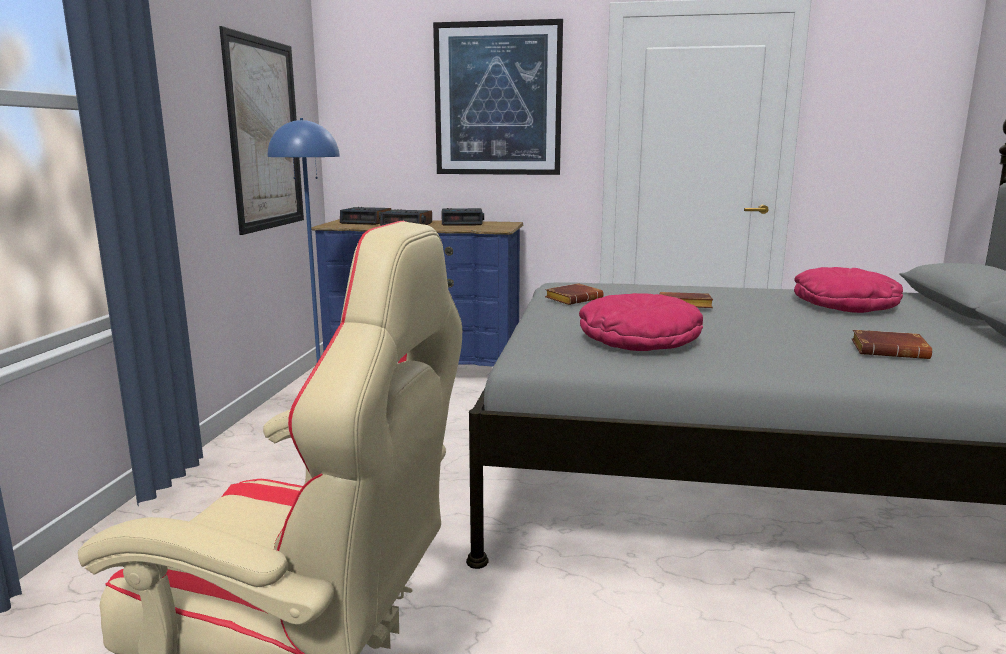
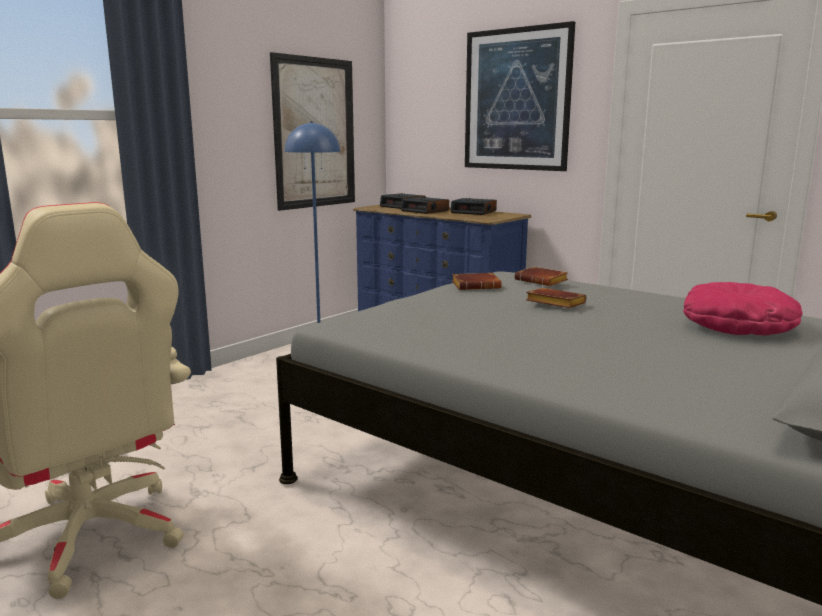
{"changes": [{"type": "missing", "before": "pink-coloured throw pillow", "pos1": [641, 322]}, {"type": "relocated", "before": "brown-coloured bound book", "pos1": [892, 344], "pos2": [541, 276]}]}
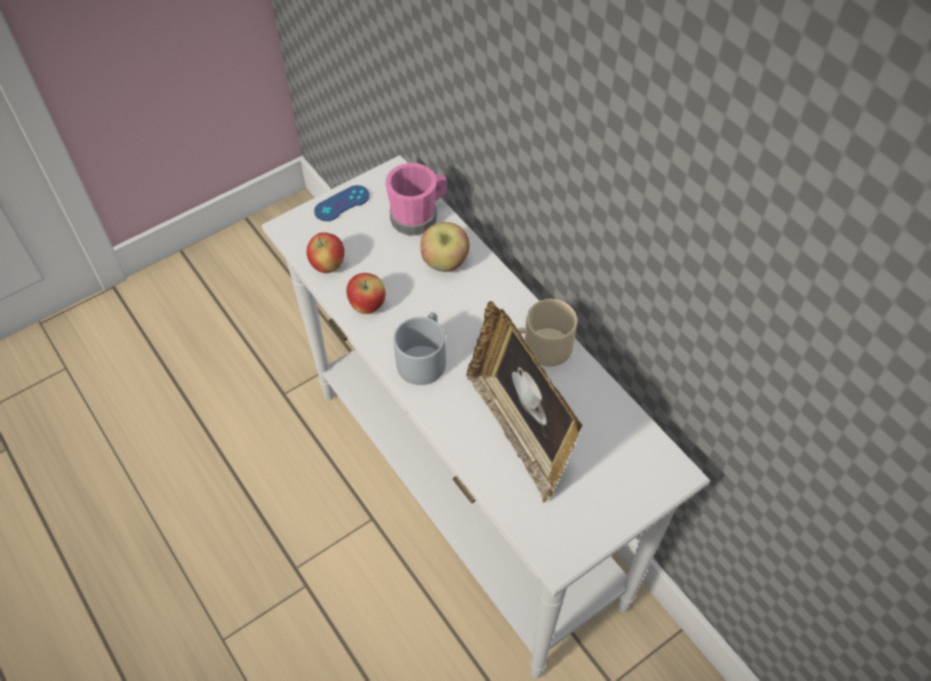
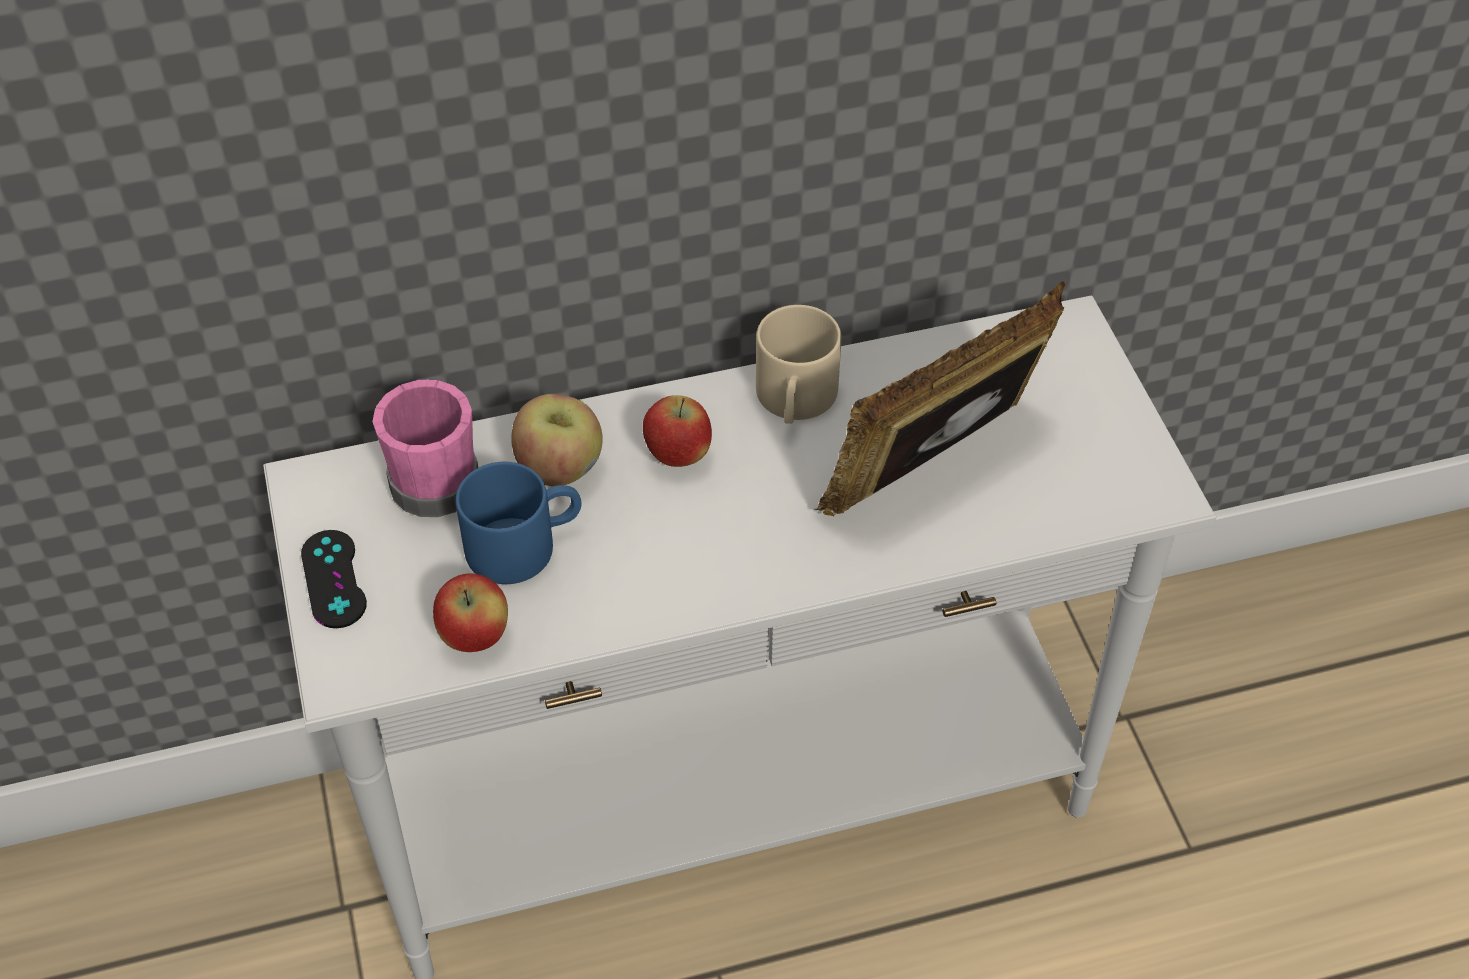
{"changes": [{"type": "colour", "before": "bluish gamepad", "after": "black gamepad", "pos1": [342, 203], "pos2": [334, 579]}, {"type": "relocated", "before": "whole apple", "pos1": [366, 293], "pos2": [677, 431]}, {"type": "missing", "before": "grey coffee mug", "pos1": [420, 348]}, {"type": "spun", "before": "picture frame", "pos1": [524, 402], "pos2": [940, 399], "turn": 150}, {"type": "appeared", "after": "bluish coffee mug", "pos2": [518, 523]}]}
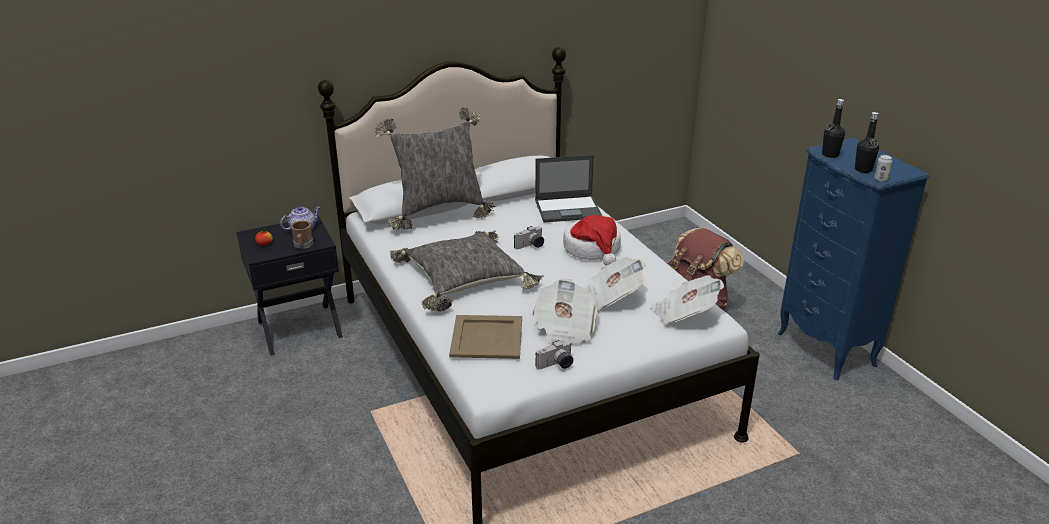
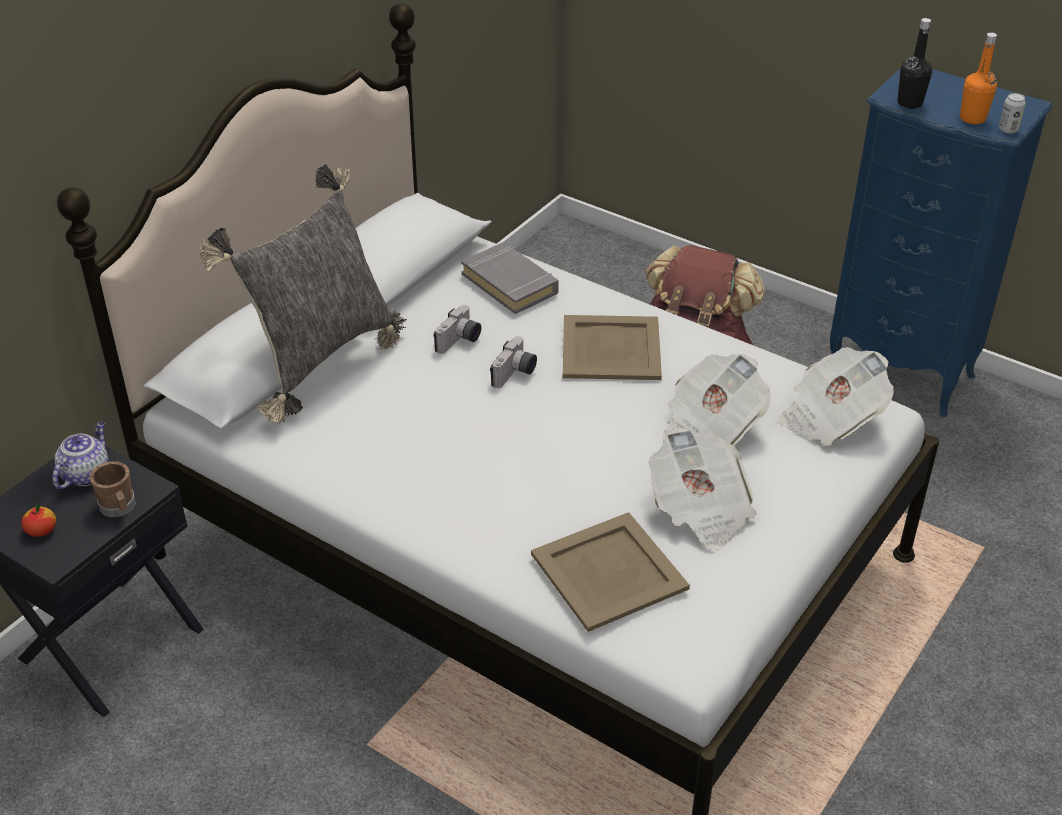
{"changes": [{"type": "missing", "before": "throw pillow", "pos1": [466, 271]}, {"type": "exchanged", "before": "portable computer", "after": "grey bound book", "pos1": [568, 189], "pos2": [510, 278]}, {"type": "relocated", "before": "photo camera", "pos1": [554, 354], "pos2": [457, 329]}, {"type": "exchanged", "before": "hat", "after": "sand-coloured tray", "pos1": [592, 240], "pos2": [612, 347]}, {"type": "colour", "before": "black drink bottle", "after": "orange drink bottle", "pos1": [867, 142], "pos2": [978, 78]}]}
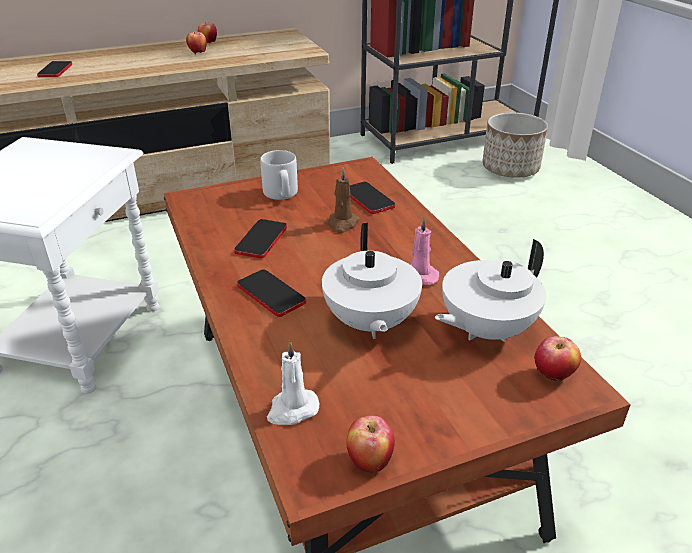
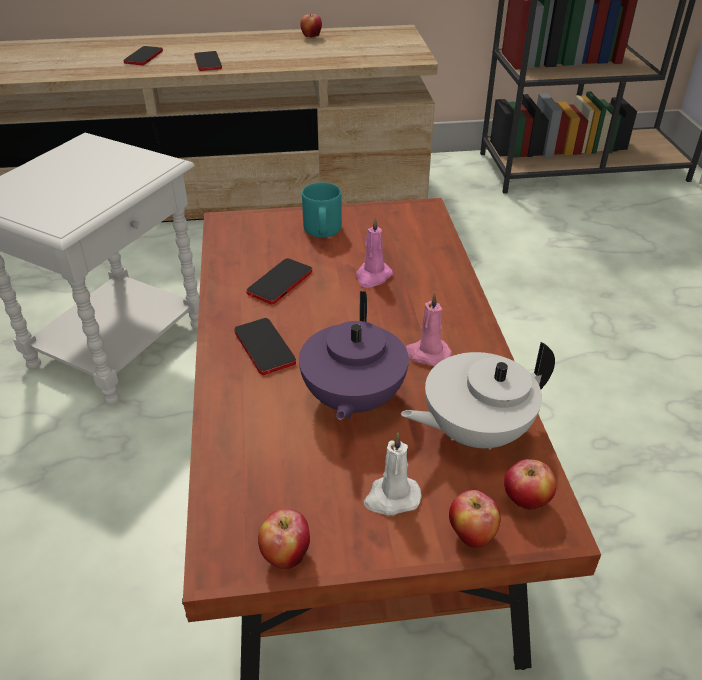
{"changes": [{"type": "relocated", "before": "whole apple", "pos1": [196, 43], "pos2": [475, 519]}, {"type": "colour", "before": "grey coffee mug", "after": "blue-green coffee mug", "pos1": [279, 175], "pos2": [322, 210]}, {"type": "relocated", "before": "white wax candle", "pos1": [293, 383], "pos2": [393, 473]}, {"type": "colour", "before": "white tea pot", "after": "purple tea pot", "pos1": [372, 281], "pos2": [354, 355]}, {"type": "colour", "before": "brown-coloured wax candle", "after": "pink-coloured wax candle", "pos1": [344, 200], "pos2": [374, 252]}, {"type": "relocated", "before": "telephone", "pos1": [372, 198], "pos2": [208, 61]}, {"type": "missing", "before": "flower pot", "pos1": [515, 145]}]}
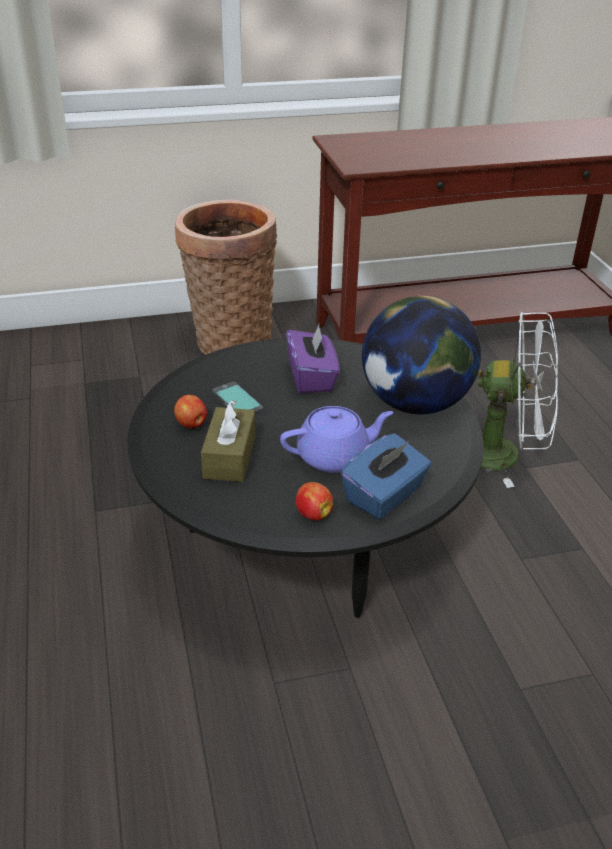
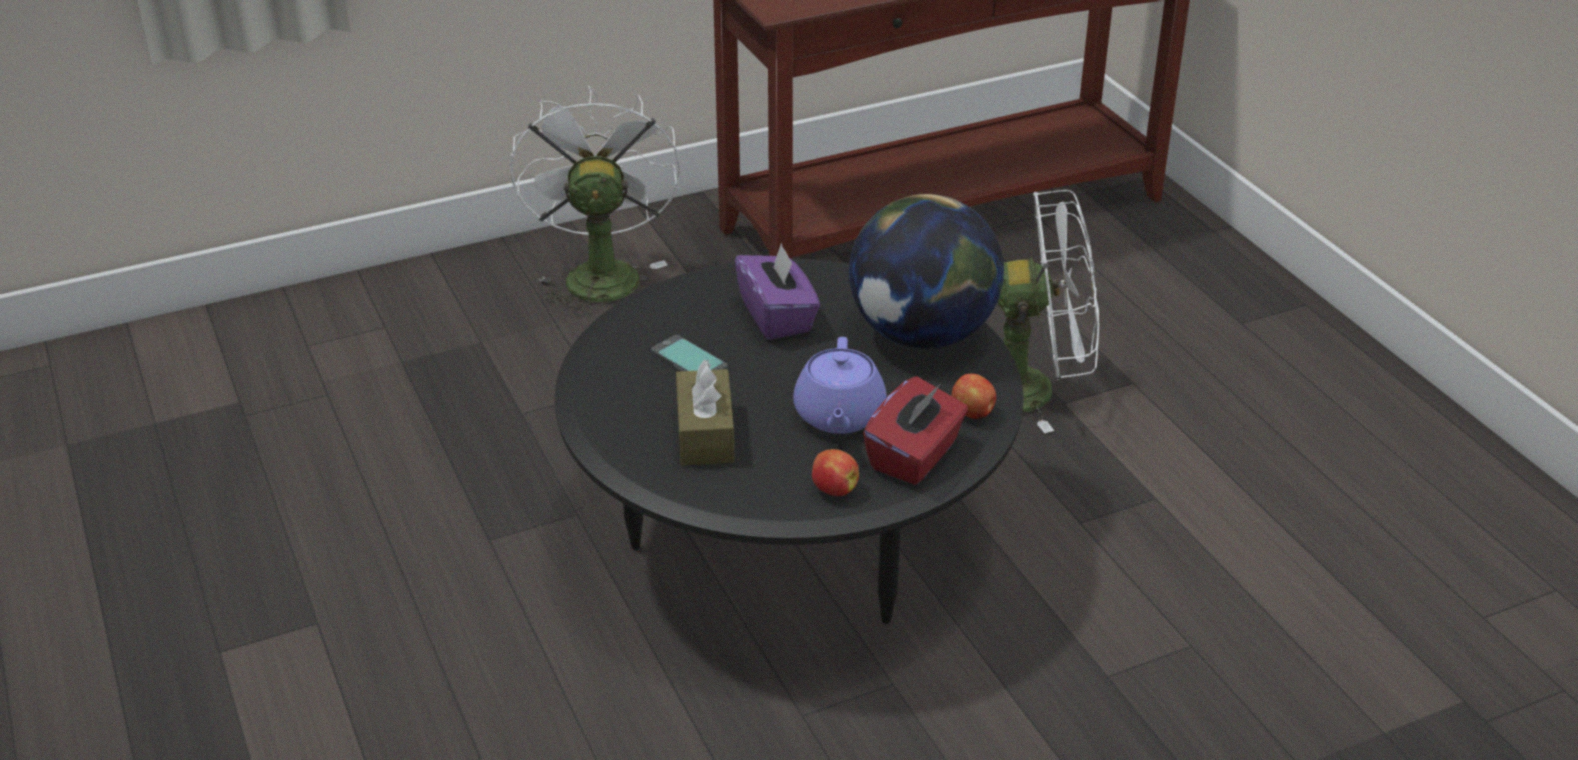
{"changes": [{"type": "relocated", "before": "whole apple", "pos1": [190, 412], "pos2": [973, 396]}, {"type": "exchanged", "before": "household basket", "after": "white fan", "pos1": [226, 277], "pos2": [595, 200]}, {"type": "spun", "before": "purple tea pot", "pos1": [337, 439], "pos2": [840, 385], "turn": 120}, {"type": "colour", "before": "bluish box of tissues", "after": "red box of tissues", "pos1": [386, 476], "pos2": [915, 430]}]}
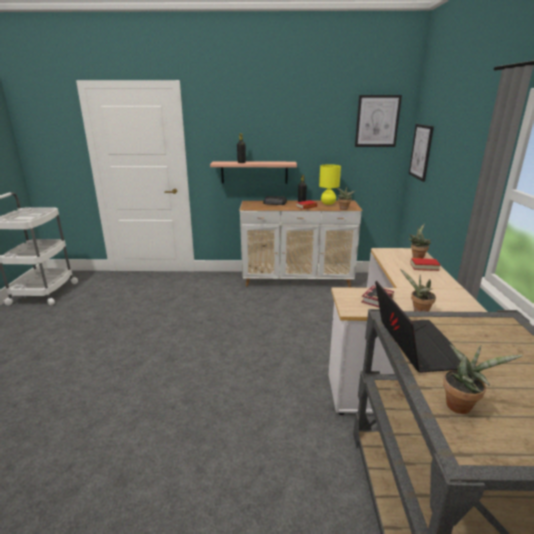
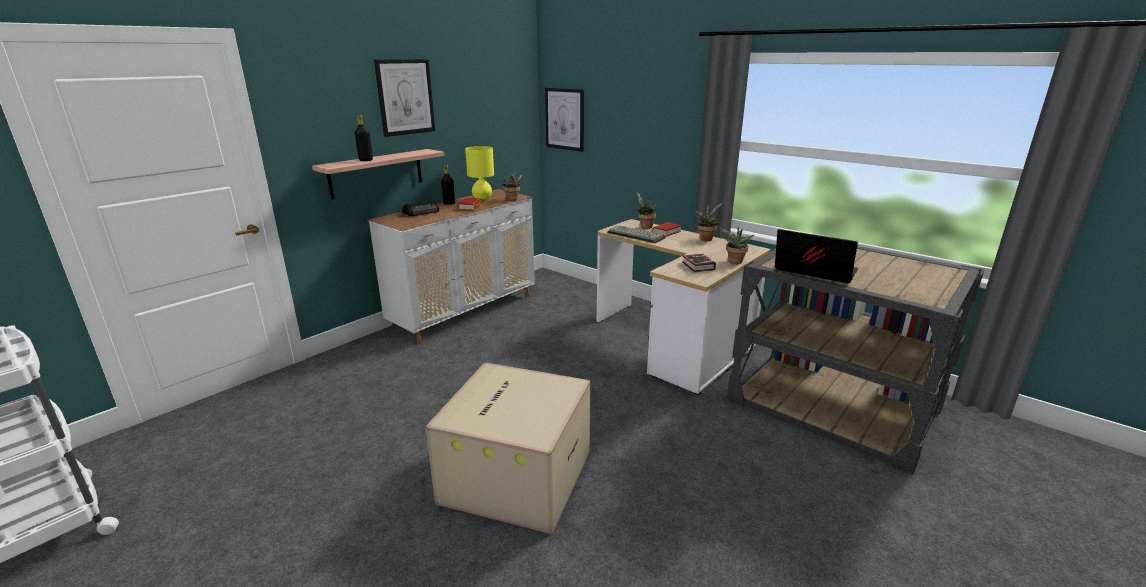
{"changes": [{"type": "relocated", "before": "picture", "pos1": [378, 121], "pos2": [404, 98]}, {"type": "relocated", "before": "houseplant", "pos1": [483, 379], "pos2": [709, 222]}, {"type": "appeared", "after": "packing box", "pos2": [508, 448]}, {"type": "appeared", "after": "computer keyboard", "pos2": [636, 234]}]}
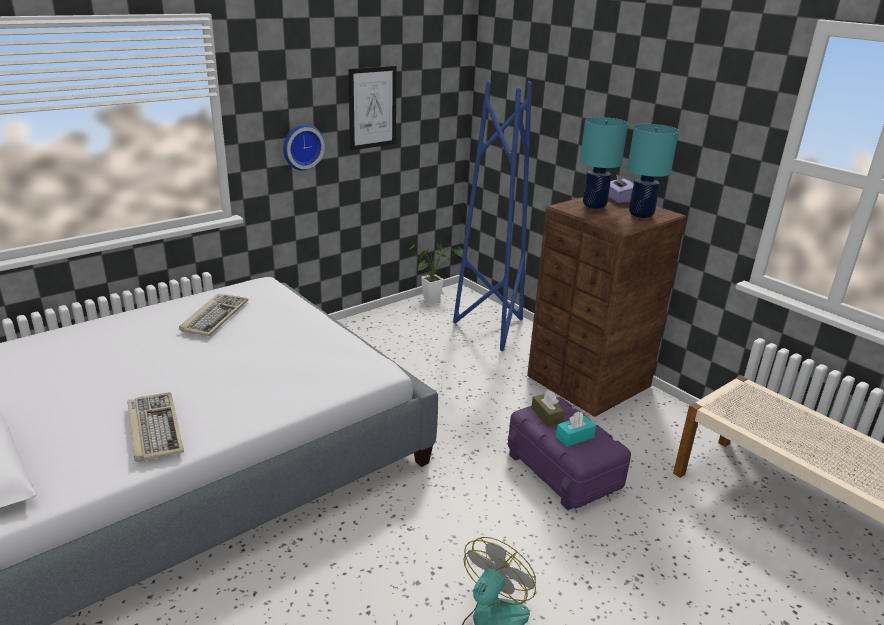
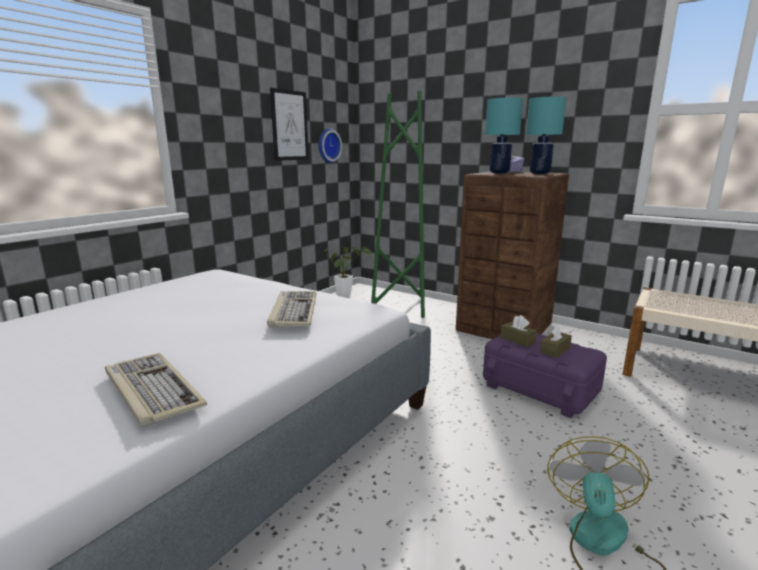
{"changes": [{"type": "relocated", "before": "computer keyboard", "pos1": [213, 315], "pos2": [292, 309]}, {"type": "relocated", "before": "hanging clock", "pos1": [304, 147], "pos2": [330, 145]}, {"type": "colour", "before": "bluish garment rack", "after": "green-coloured garment rack", "pos1": [492, 216], "pos2": [398, 204]}, {"type": "colour", "before": "blue-green box of tissues", "after": "brown-coloured box of tissues", "pos1": [576, 429], "pos2": [556, 341]}]}
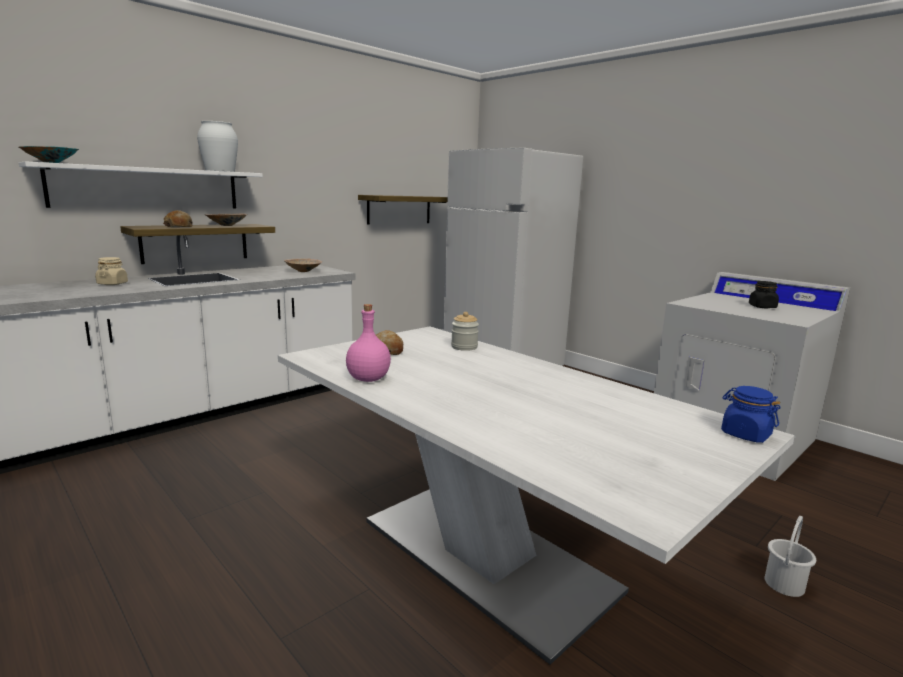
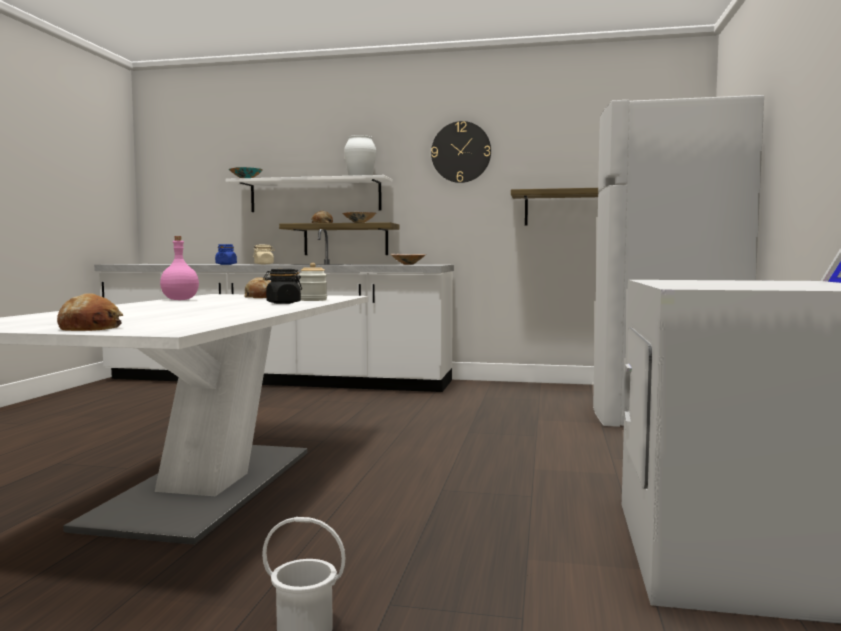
{"changes": [{"type": "relocated", "before": "bluish jar", "pos1": [751, 414], "pos2": [226, 254]}, {"type": "relocated", "before": "black jar", "pos1": [764, 294], "pos2": [282, 286]}, {"type": "appeared", "after": "baked bread", "pos2": [90, 312]}, {"type": "appeared", "after": "hanging clock", "pos2": [461, 152]}]}
